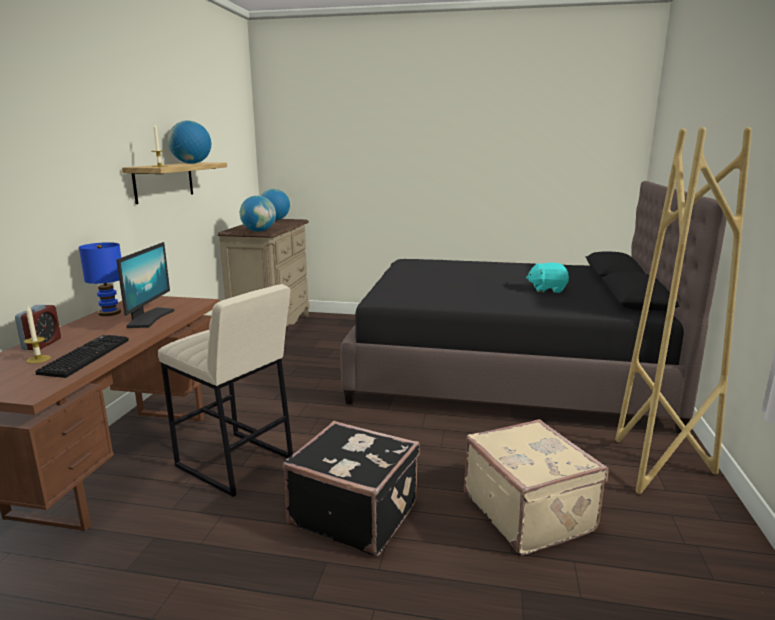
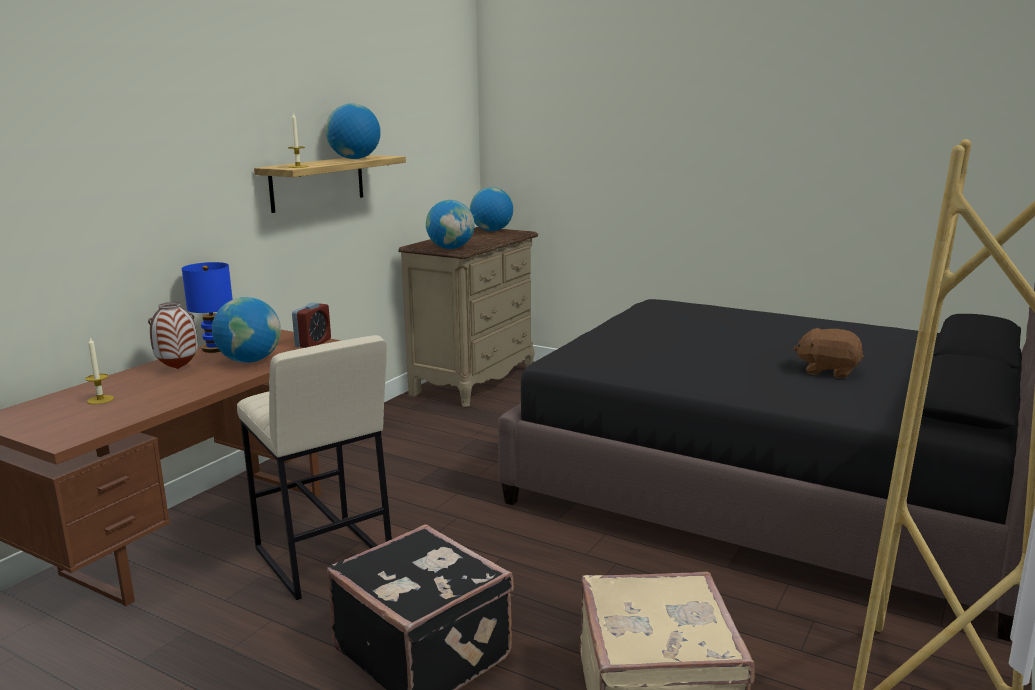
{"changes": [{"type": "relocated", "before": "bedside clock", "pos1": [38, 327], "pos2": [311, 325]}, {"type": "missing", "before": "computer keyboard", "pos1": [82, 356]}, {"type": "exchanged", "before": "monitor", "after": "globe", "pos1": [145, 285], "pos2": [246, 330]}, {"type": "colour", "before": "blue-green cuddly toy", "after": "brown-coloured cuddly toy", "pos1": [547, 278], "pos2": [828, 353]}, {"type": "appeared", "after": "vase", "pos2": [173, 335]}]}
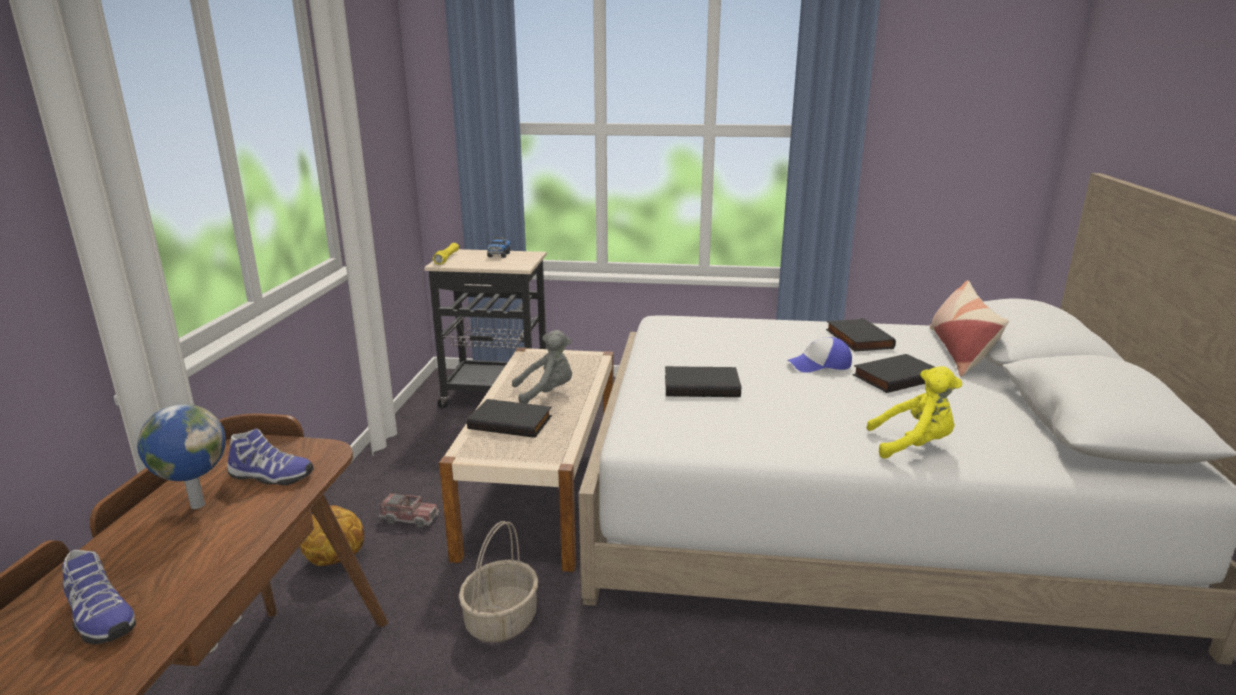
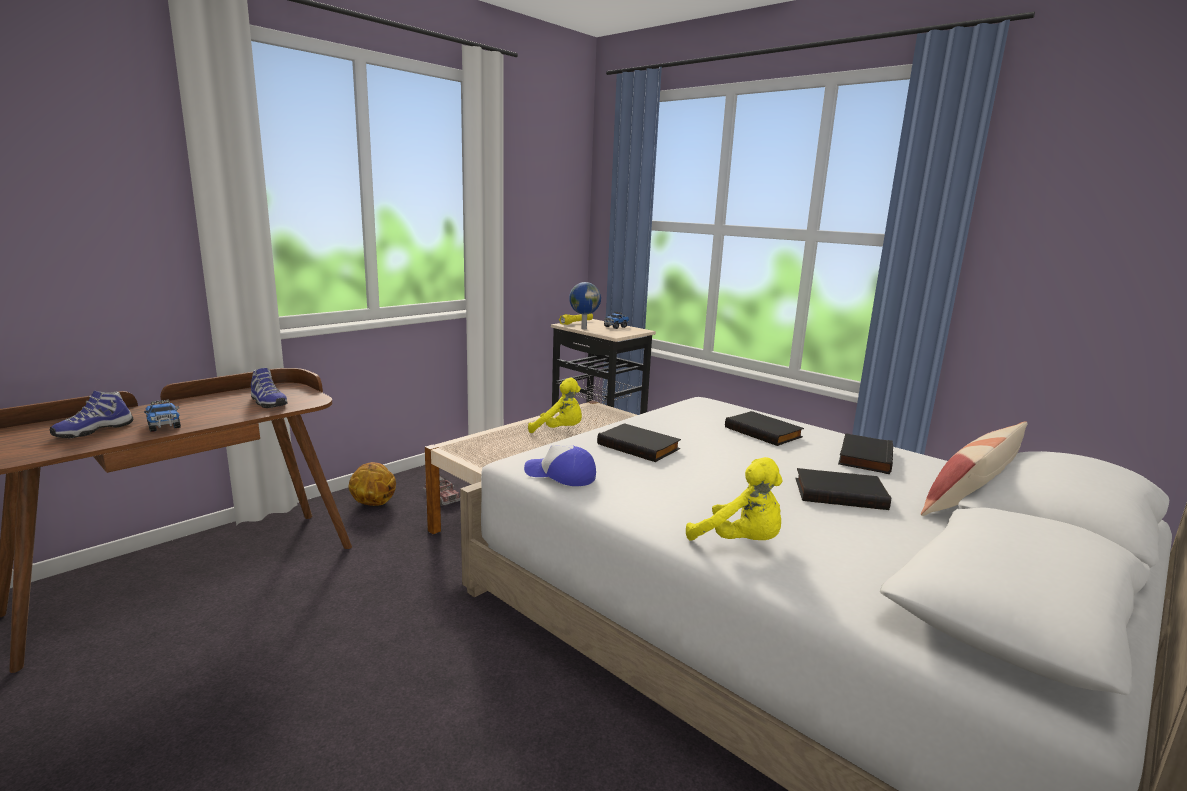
{"changes": [{"type": "spun", "before": "shoe", "pos1": [99, 597], "pos2": [91, 414], "turn": 45}, {"type": "relocated", "before": "globe", "pos1": [181, 456], "pos2": [585, 305]}, {"type": "missing", "before": "household basket", "pos1": [498, 582]}, {"type": "relocated", "before": "black bound book", "pos1": [509, 418], "pos2": [764, 428]}, {"type": "colour", "before": "grey cuddly toy", "after": "yellow-coloured cuddly toy", "pos1": [542, 367], "pos2": [555, 405]}, {"type": "relocated", "before": "baseball cap", "pos1": [819, 355], "pos2": [560, 465]}, {"type": "appeared", "after": "toy lorry", "pos2": [162, 415]}]}
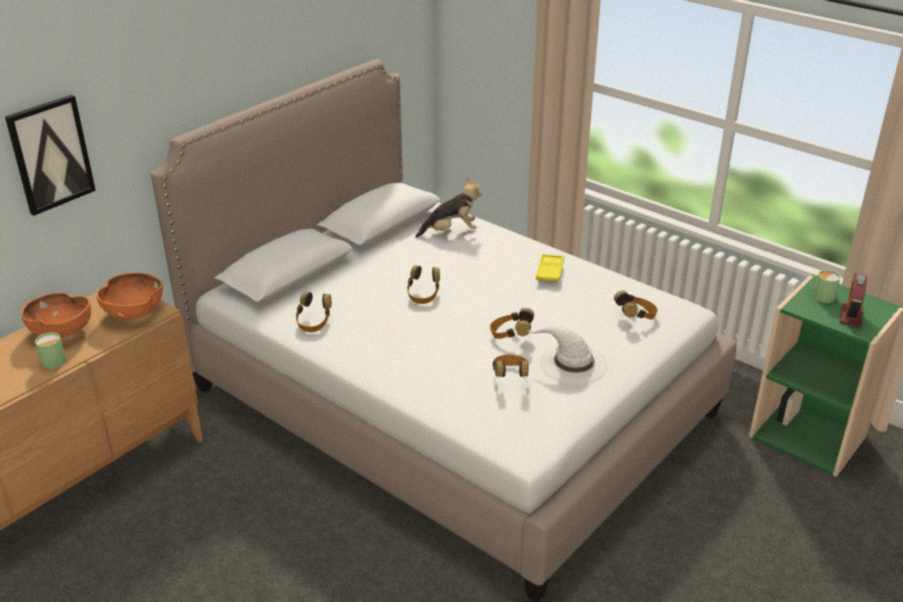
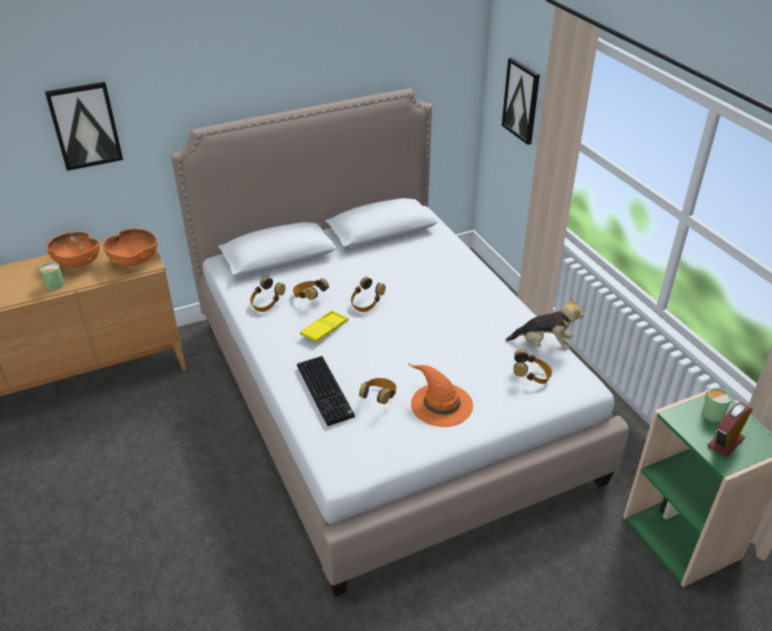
{"changes": [{"type": "relocated", "before": "cuddly toy", "pos1": [448, 208], "pos2": [544, 323]}, {"type": "relocated", "before": "pair of headphones", "pos1": [512, 323], "pos2": [311, 289]}, {"type": "colour", "before": "white hat", "after": "orange hat", "pos1": [567, 355], "pos2": [440, 395]}, {"type": "relocated", "before": "yellow-coloured tray", "pos1": [550, 268], "pos2": [324, 326]}, {"type": "appeared", "after": "computer keyboard", "pos2": [326, 391]}, {"type": "appeared", "after": "picture", "pos2": [521, 101]}]}
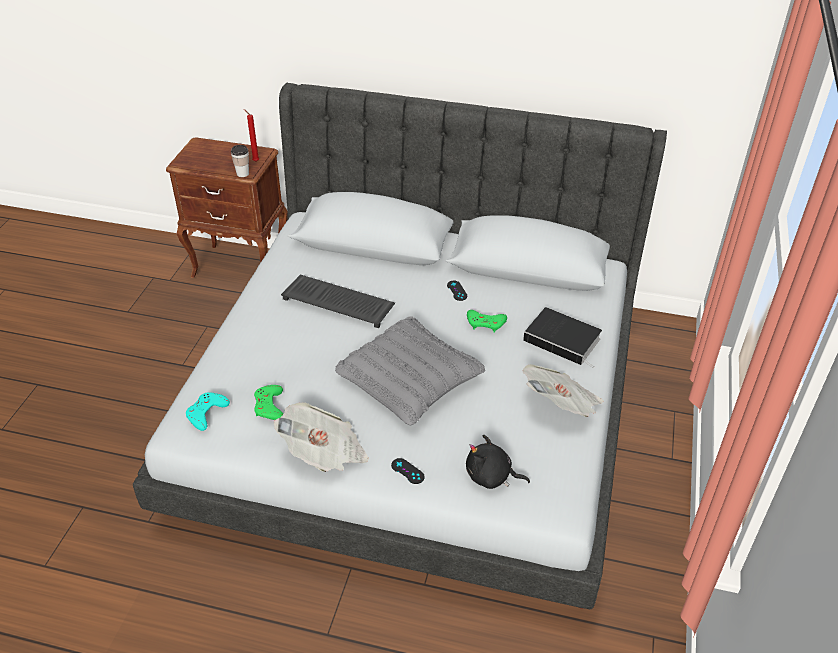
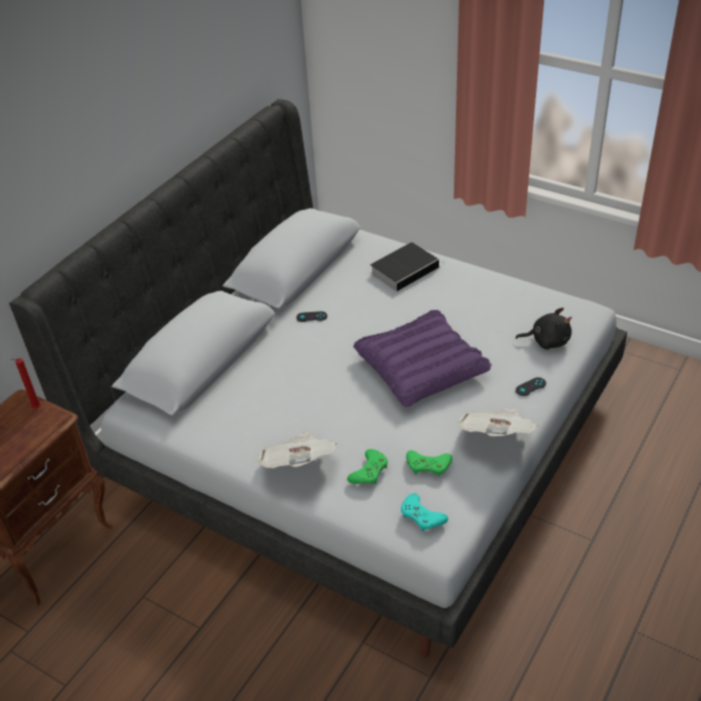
{"changes": [{"type": "missing", "before": "small cup", "pos1": [240, 161]}, {"type": "missing", "before": "computer keyboard", "pos1": [338, 301]}, {"type": "colour", "before": "grey throw pillow", "after": "purple throw pillow", "pos1": [410, 370], "pos2": [422, 358]}, {"type": "spun", "before": "black cuddly toy", "pos1": [498, 462], "pos2": [544, 328], "turn": -120}, {"type": "relocated", "before": "green-coloured gamepad", "pos1": [487, 321], "pos2": [367, 466]}, {"type": "relocated", "before": "daily paper", "pos1": [563, 390], "pos2": [297, 450]}]}
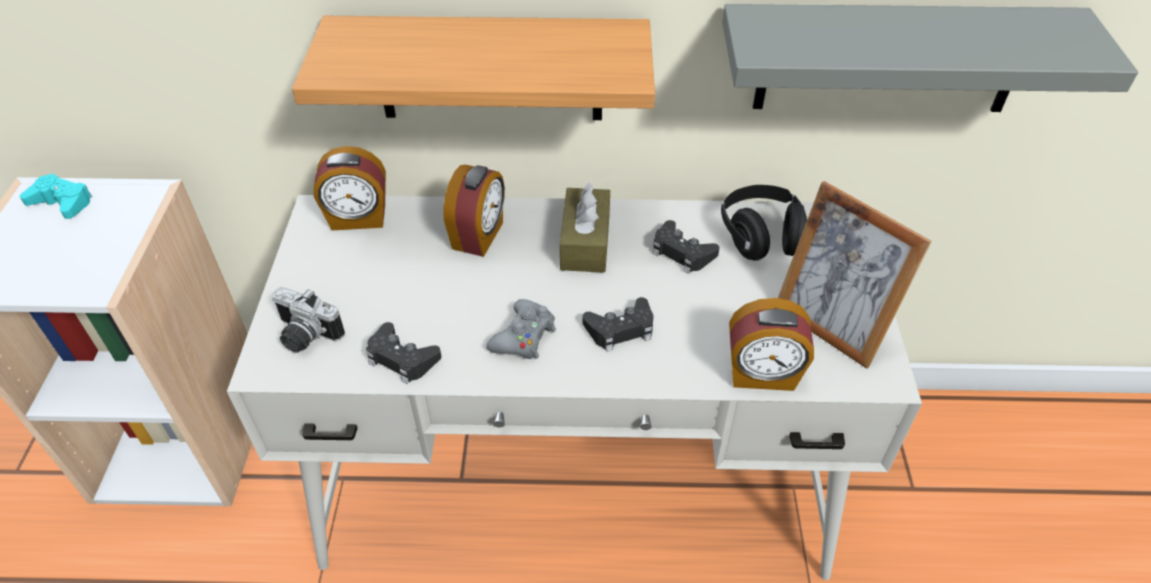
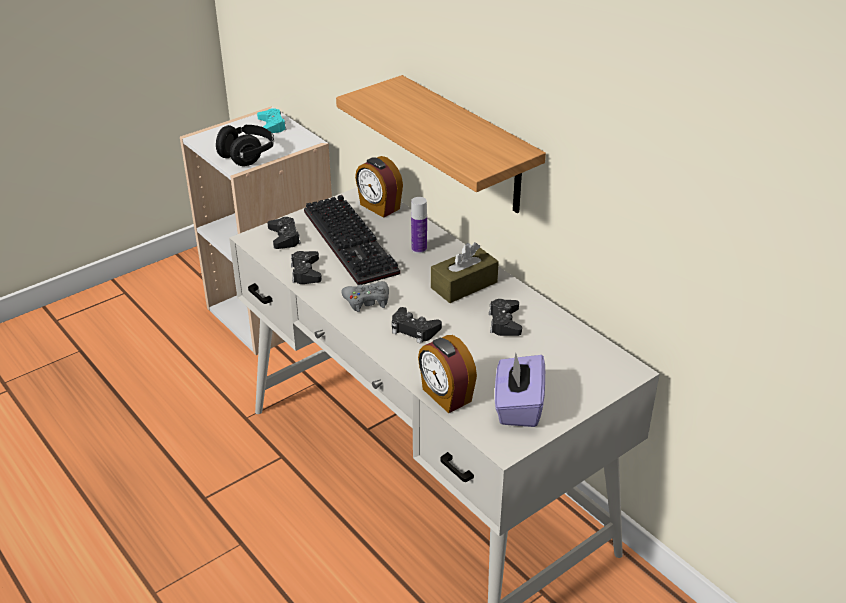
{"changes": [{"type": "exchanged", "before": "photo camera", "after": "black gamepad", "pos1": [308, 320], "pos2": [284, 233]}, {"type": "exchanged", "before": "bedside clock", "after": "drink bottle", "pos1": [474, 210], "pos2": [419, 225]}, {"type": "relocated", "before": "black pair of headphones", "pos1": [764, 223], "pos2": [245, 145]}, {"type": "missing", "before": "grey shelf", "pos1": [930, 58]}, {"type": "exchanged", "before": "picture frame", "after": "purple box of tissues", "pos1": [855, 275], "pos2": [520, 389]}, {"type": "appeared", "after": "computer keyboard", "pos2": [352, 240]}]}
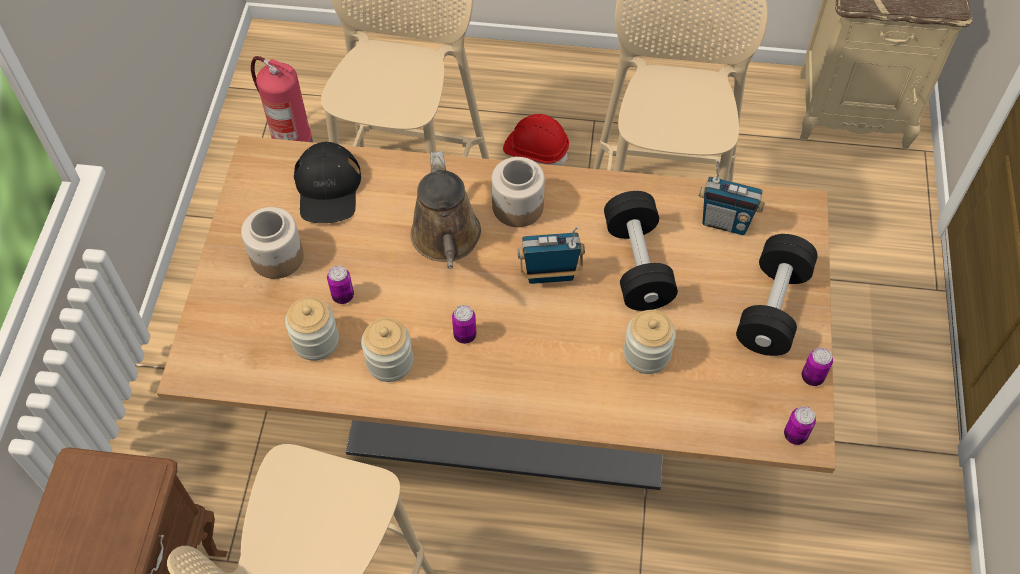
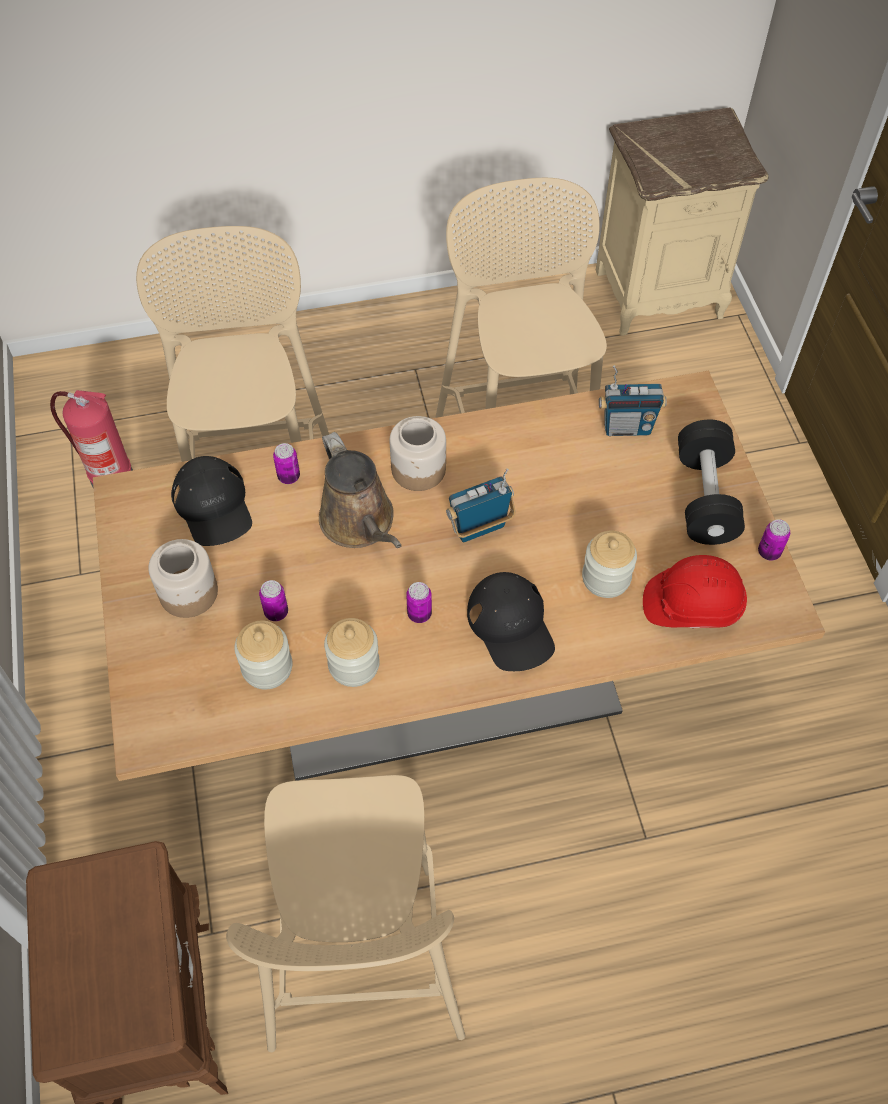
{"changes": [{"type": "relocated", "before": "red hard hat", "pos1": [536, 140], "pos2": [695, 592]}, {"type": "missing", "before": "black dumbbell", "pos1": [641, 251]}, {"type": "relocated", "before": "metal can", "pos1": [800, 425], "pos2": [286, 463]}, {"type": "appeared", "after": "black baseball cap", "pos2": [511, 621]}]}
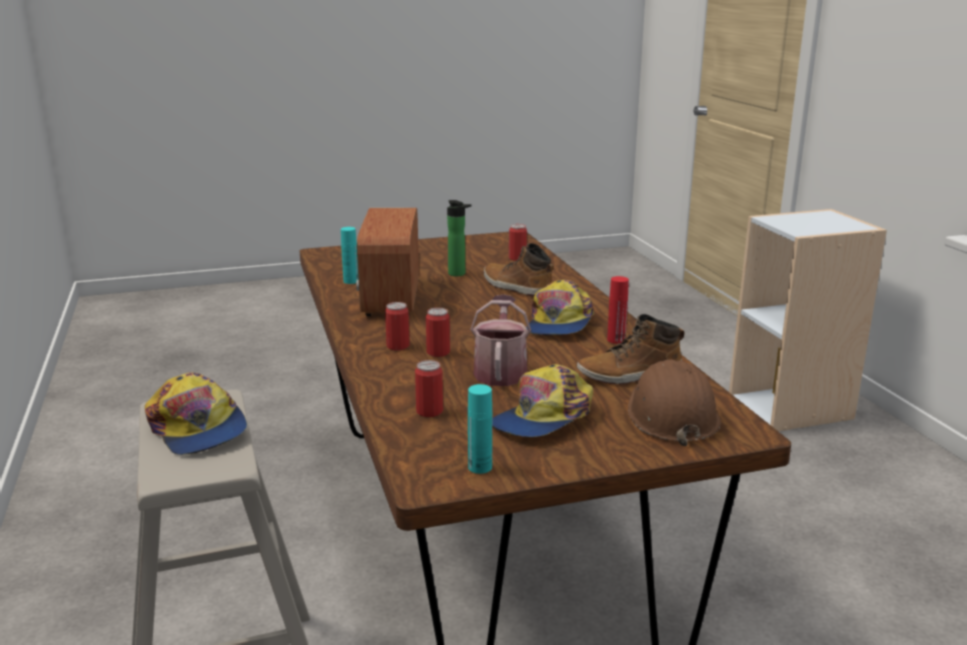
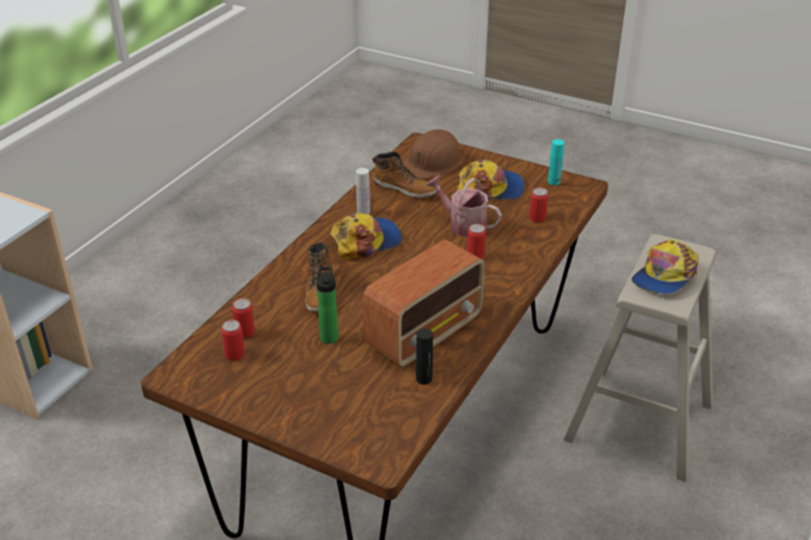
{"changes": [{"type": "spun", "before": "baseball cap", "pos1": [196, 413], "pos2": [665, 266], "turn": -150}, {"type": "colour", "before": "blue-green drink bottle", "after": "black drink bottle", "pos1": [349, 255], "pos2": [424, 357]}, {"type": "relocated", "before": "metal can", "pos1": [397, 326], "pos2": [233, 340]}, {"type": "spun", "before": "watering can", "pos1": [500, 340], "pos2": [464, 206], "turn": 75}, {"type": "colour", "before": "red drink bottle", "after": "white drink bottle", "pos1": [618, 310], "pos2": [363, 191]}]}
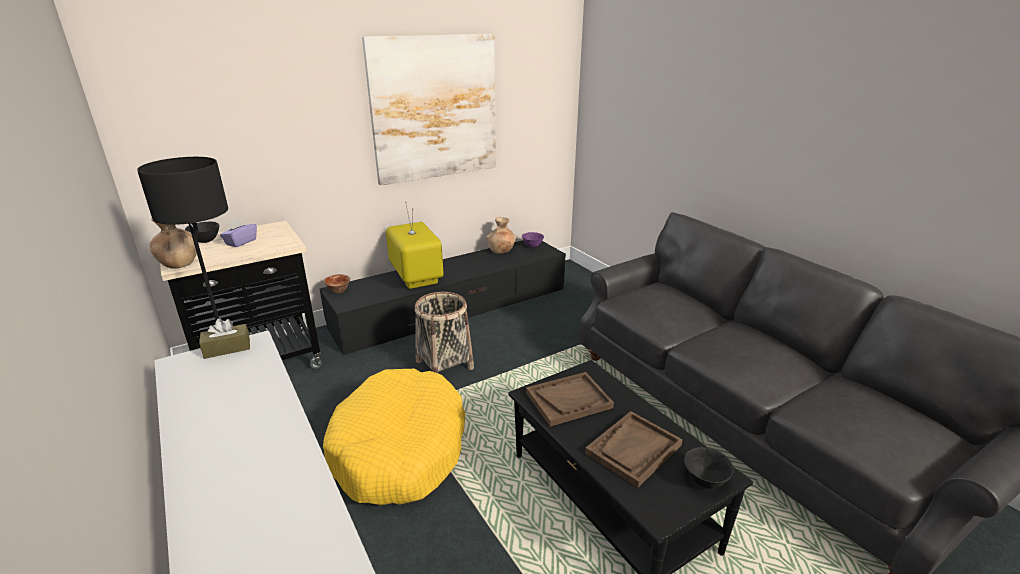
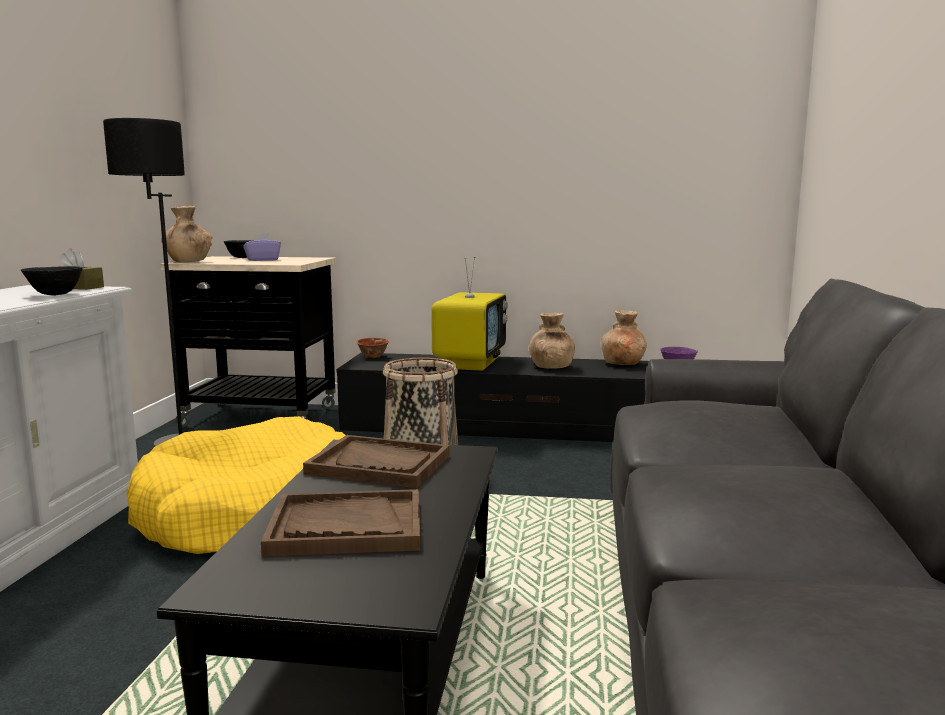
{"changes": [{"type": "missing", "before": "picture", "pos1": [429, 110]}, {"type": "relocated", "before": "black deep dish", "pos1": [709, 468], "pos2": [52, 281]}, {"type": "appeared", "after": "brown-coloured vase", "pos2": [552, 340]}]}
